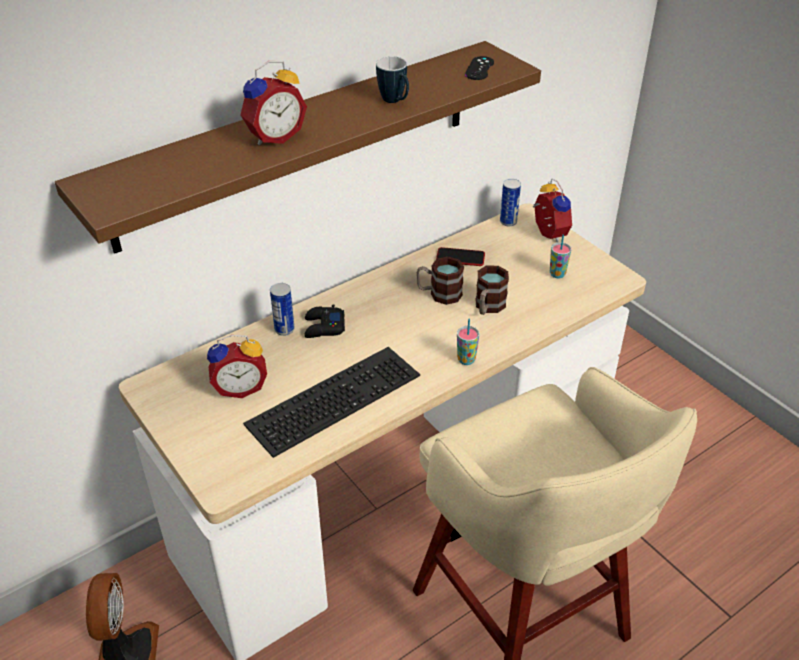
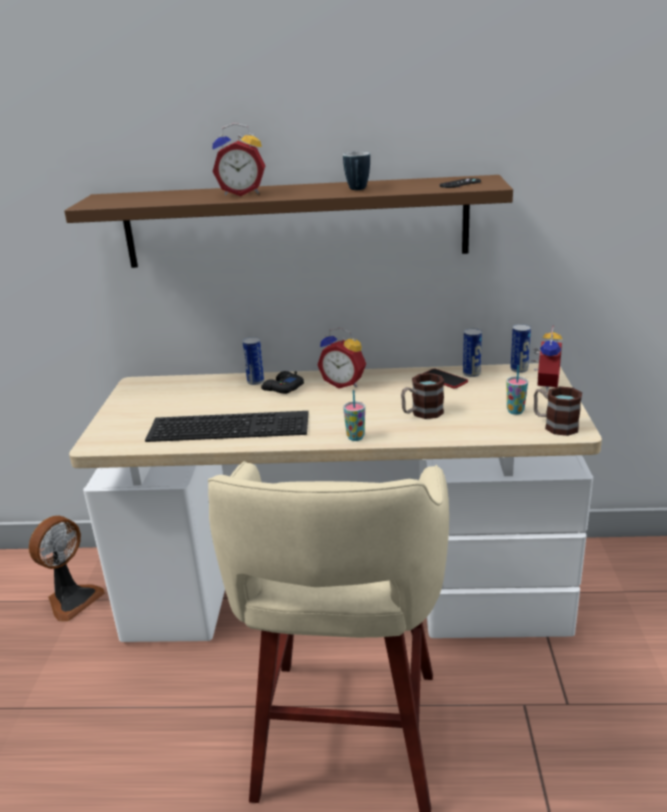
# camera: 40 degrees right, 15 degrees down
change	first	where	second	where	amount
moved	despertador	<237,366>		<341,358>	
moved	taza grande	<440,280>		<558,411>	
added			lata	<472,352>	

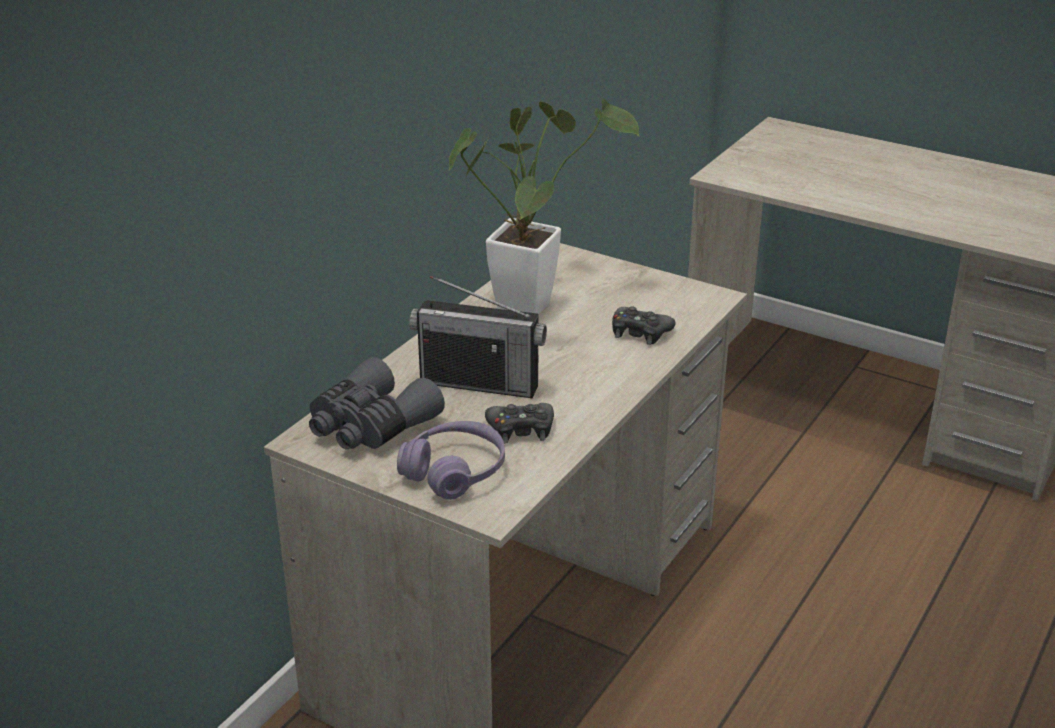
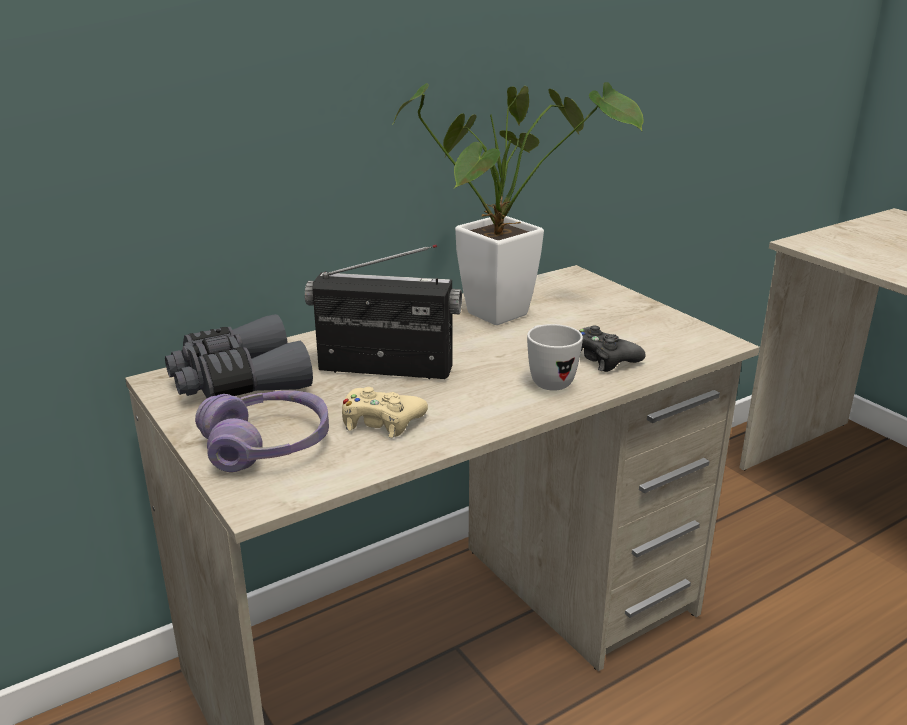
# camera: 25 degrees right, 5 degrees down
change	first	where	second	where	amount
turned	radio	<478,337>		<383,311>	150 degrees clockwise
recoloured	mando de consola [negro]	<519,423>	mando de consola [beis]	<385,412>	
added			taza grande [blanco]	<555,357>	

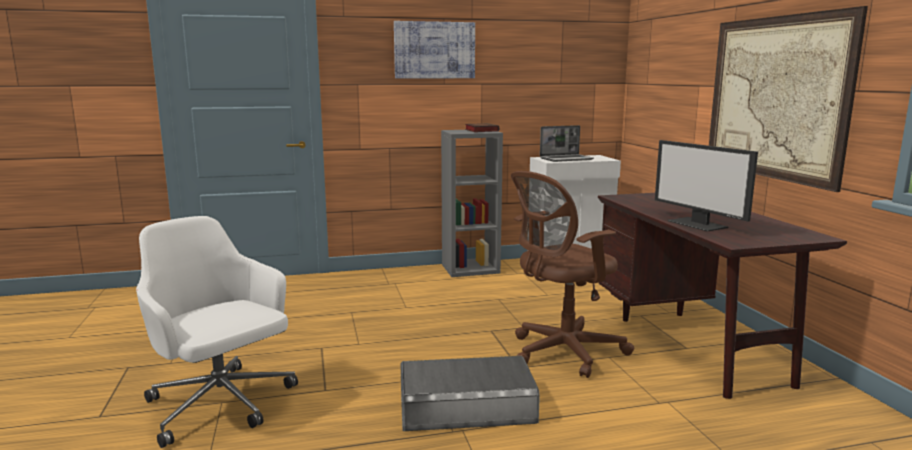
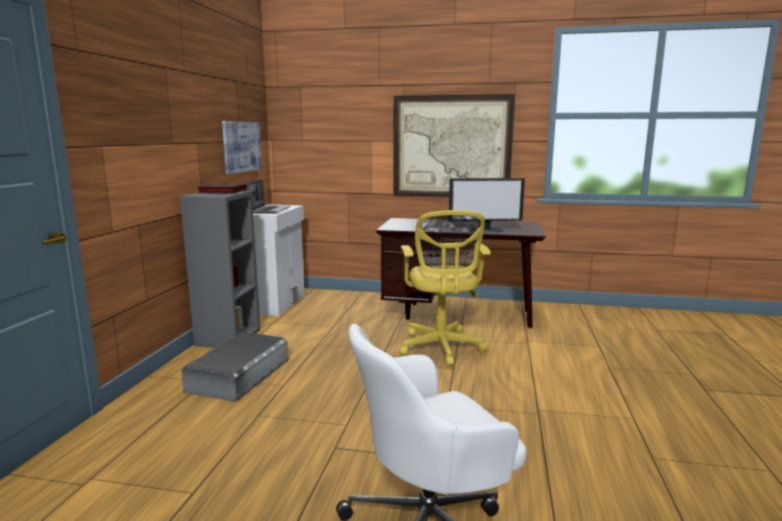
# camera: 65 degrees left, 0 degrees up
change	first	where	second	where	amount
moved	cuadro	<434,49>		<242,147>	
moved	caja de almacenaje [gris]	<470,393>		<234,367>	
recoloured	silla de oficina [marrón]	<572,274>	silla de oficina [amarillo]	<445,288>	

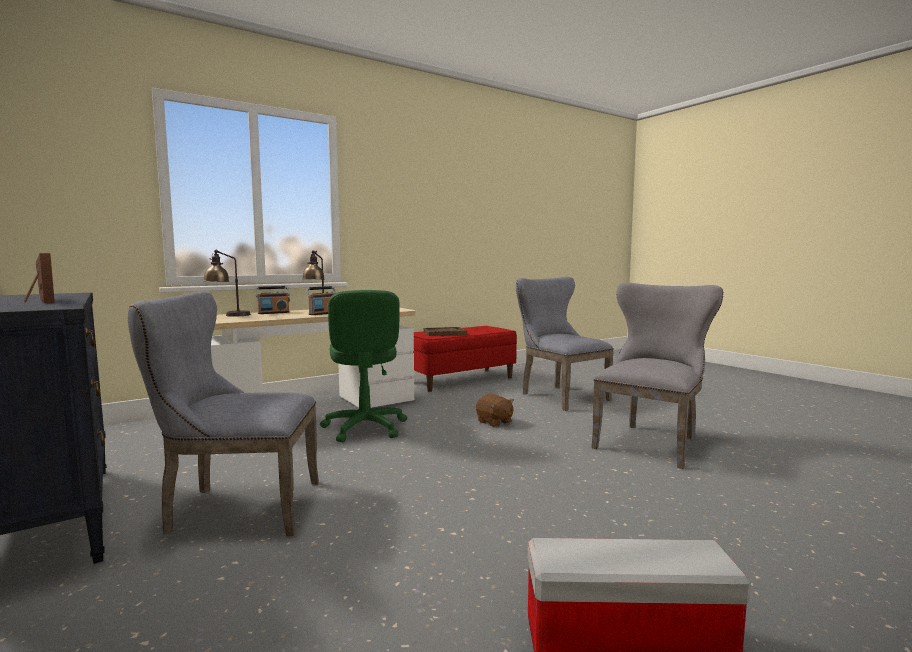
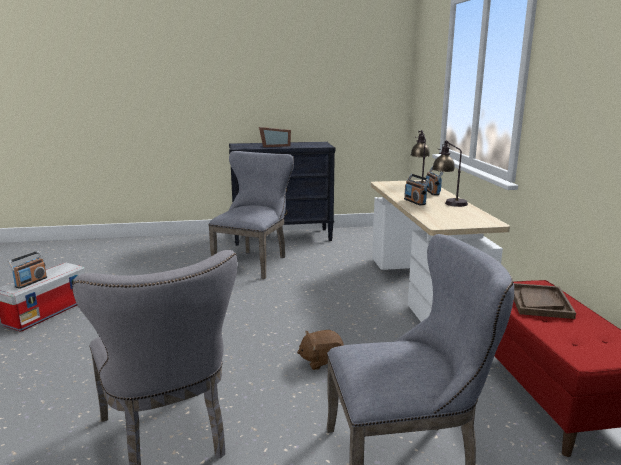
# camera: 115 degrees right, 10 degrees up
change	first	where	second	where	amount
removed	silla de oficina [verde]	<363,366>			
added			radio	<27,270>	

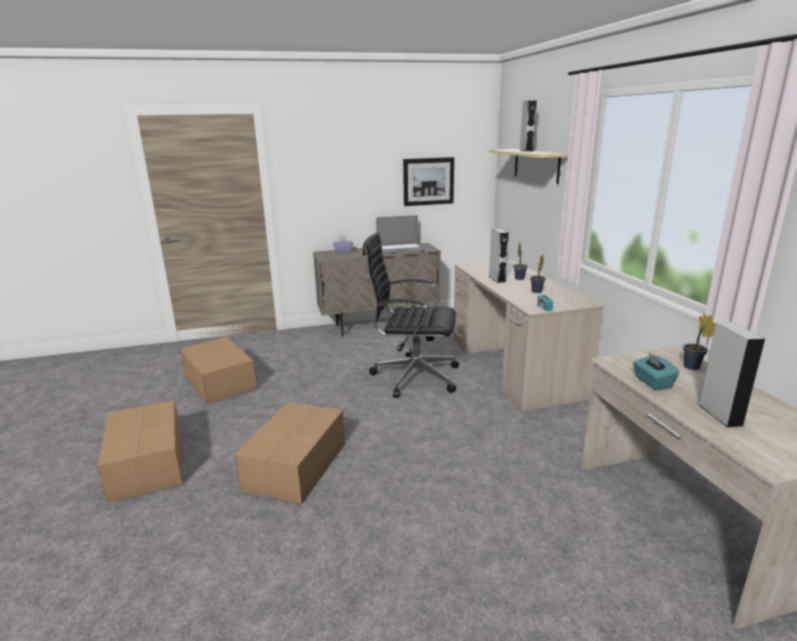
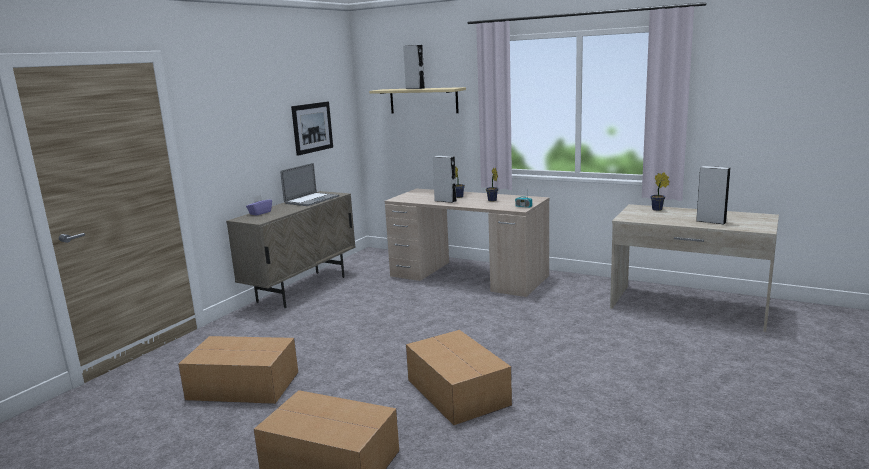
# camera: 45 degrees left, 5 degrees down
change	first	where	second	where	amount
removed	silla de oficina [negro]	<411,315>			
removed	caja de pañuelos [turquesa]	<656,371>			

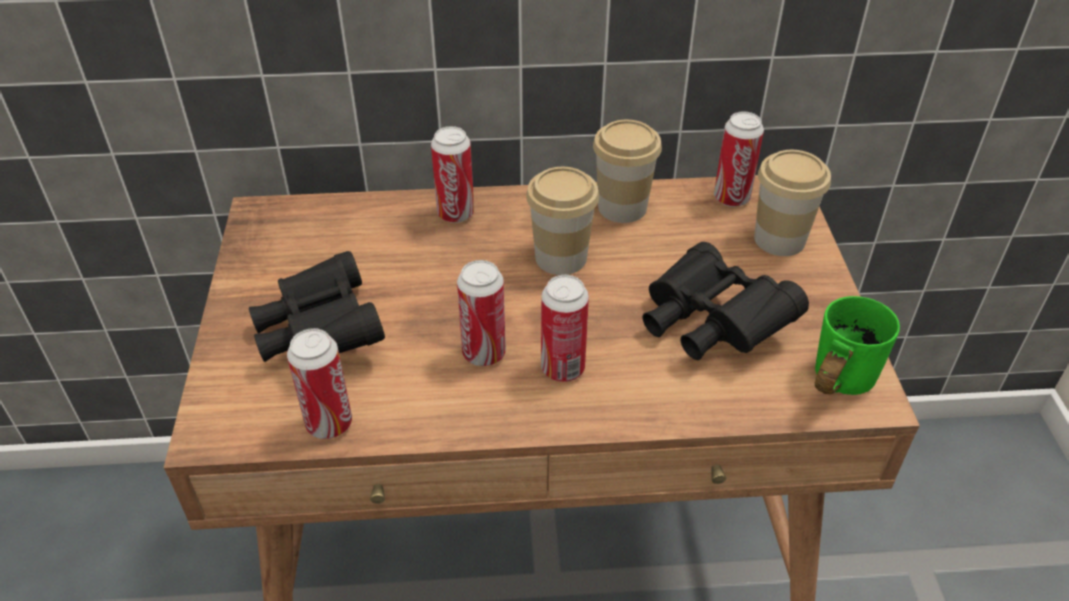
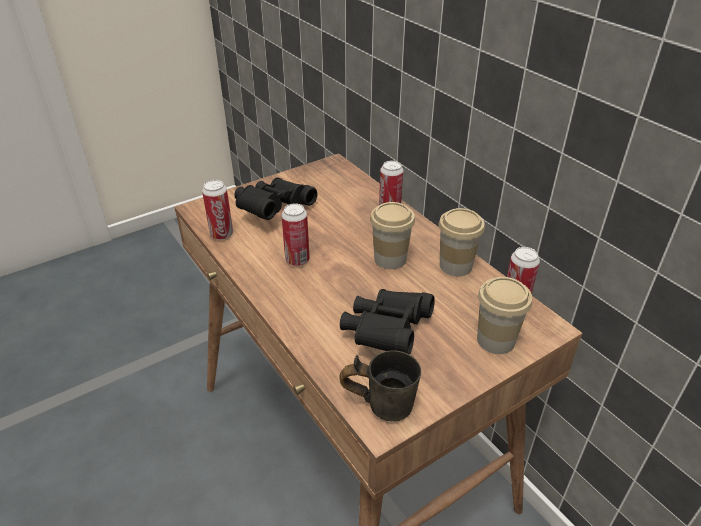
# camera: 60 degrees right, 5 degrees down
change	first	where	second	where	amount
removed	lata	<565,328>			
recoloured	taza grande [verde]	<857,345>	taza grande [gris]	<380,385>	

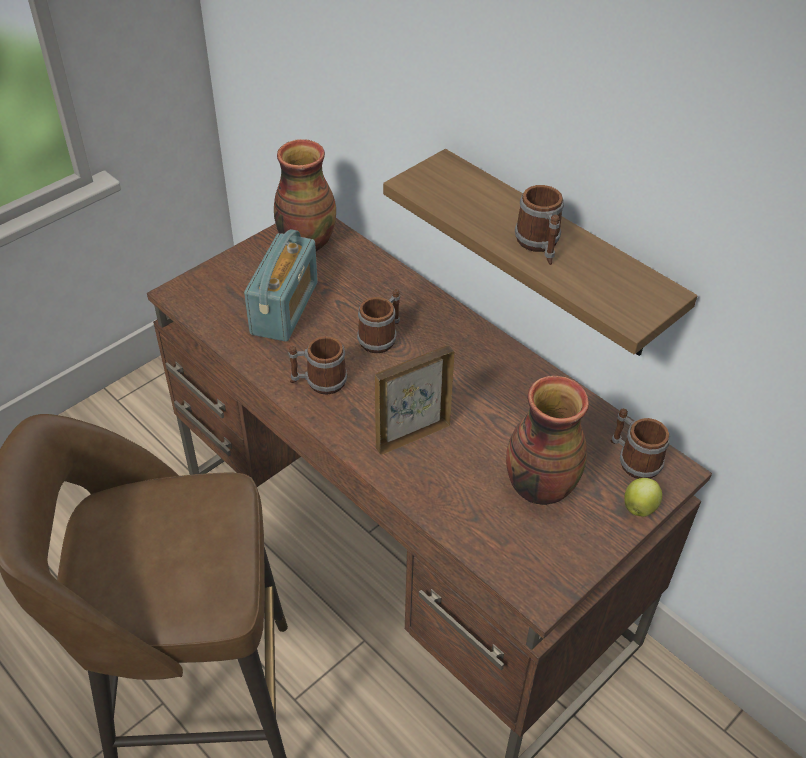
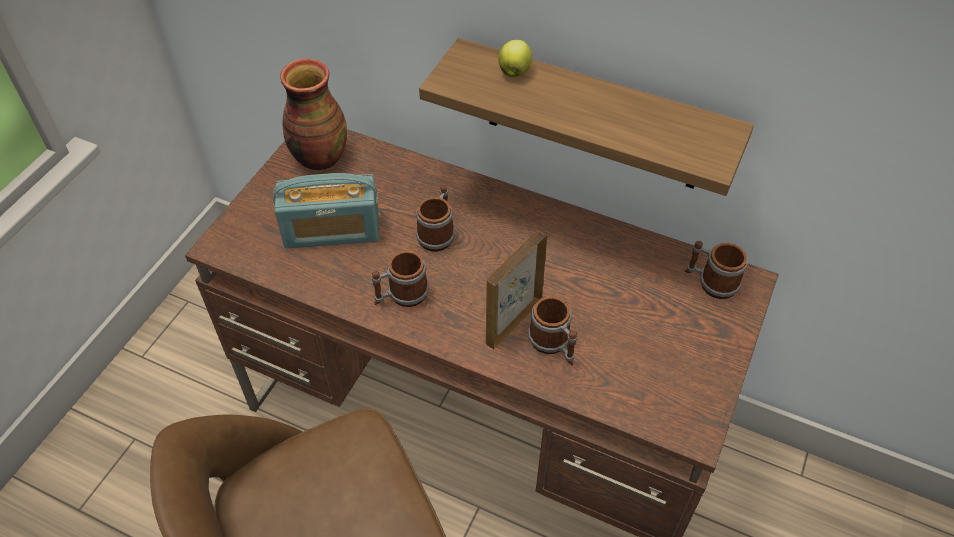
# camera: 20 degrees left, 5 degrees up
change	first	where	second	where	amount
turned	radio	<281,285>		<326,210>	90 degrees clockwise
removed	florero	<547,440>			
moved	taza grande	<539,225>		<552,330>	
moved	manzana	<643,497>		<515,58>	

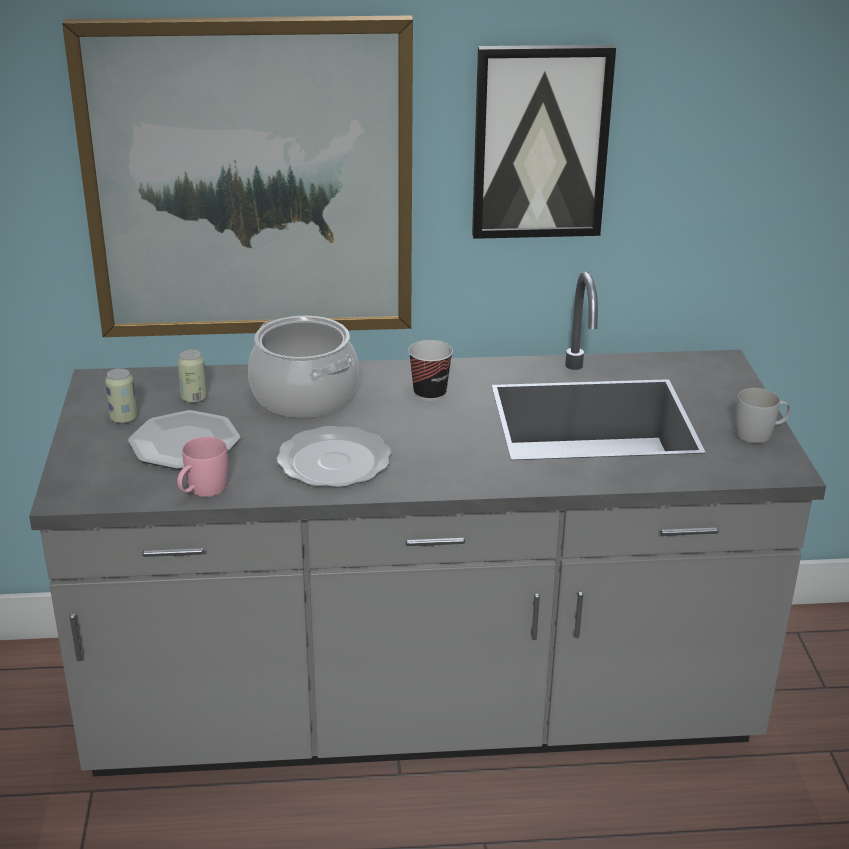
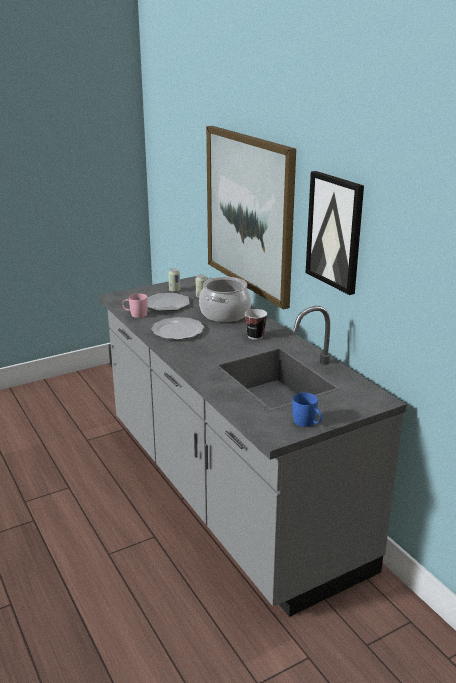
# camera: 65 degrees right, 5 degrees down
change	first	where	second	where	amount
recoloured	taza grande [blanco]	<763,415>	taza grande [azul]	<307,410>	

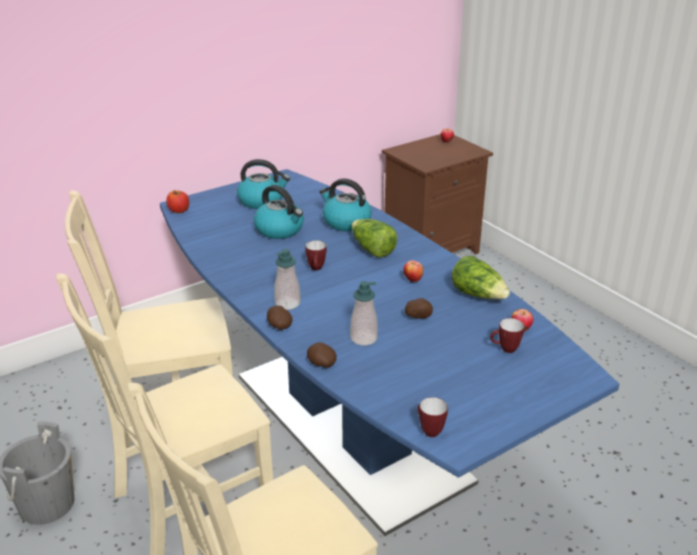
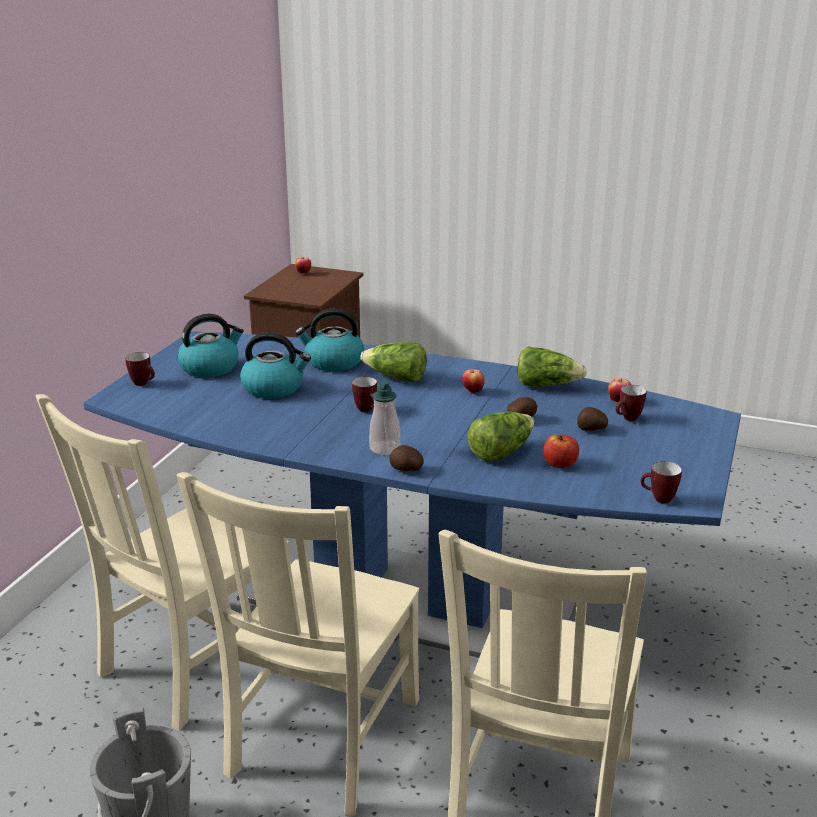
# camera: 35 degrees left, 5 degrees down
change	first	where	second	where	amount
moved	manzana	<177,201>		<561,451>	
moved	patata	<322,355>		<592,419>	
replaced	dispensador de jabón	<364,313>	lechuga	<501,437>	
added			taza grande	<140,369>	

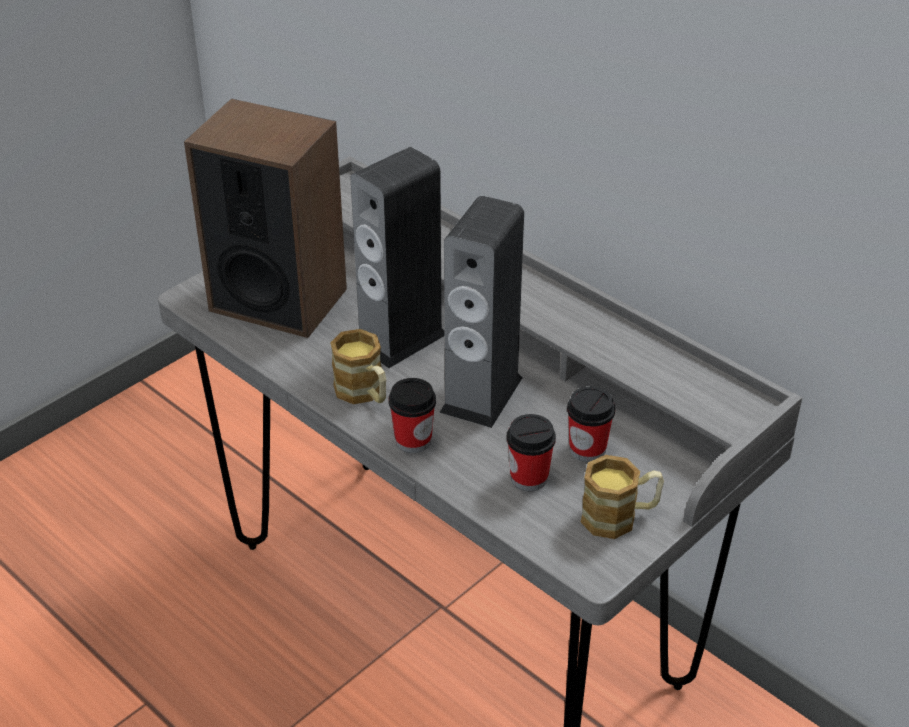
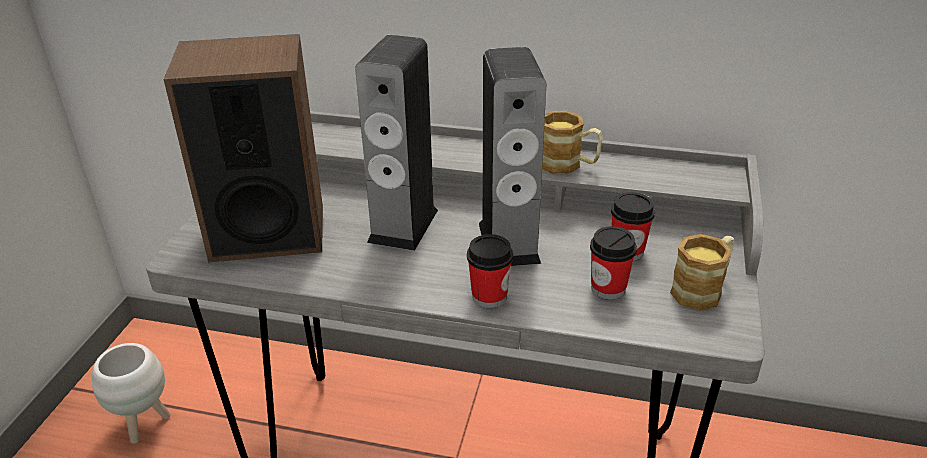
# camera: 30 degrees left, 5 degrees down
change	first	where	second	where	amount
moved	taza grande	<358,366>		<572,142>	
added			maceta [blanco]	<131,393>	

